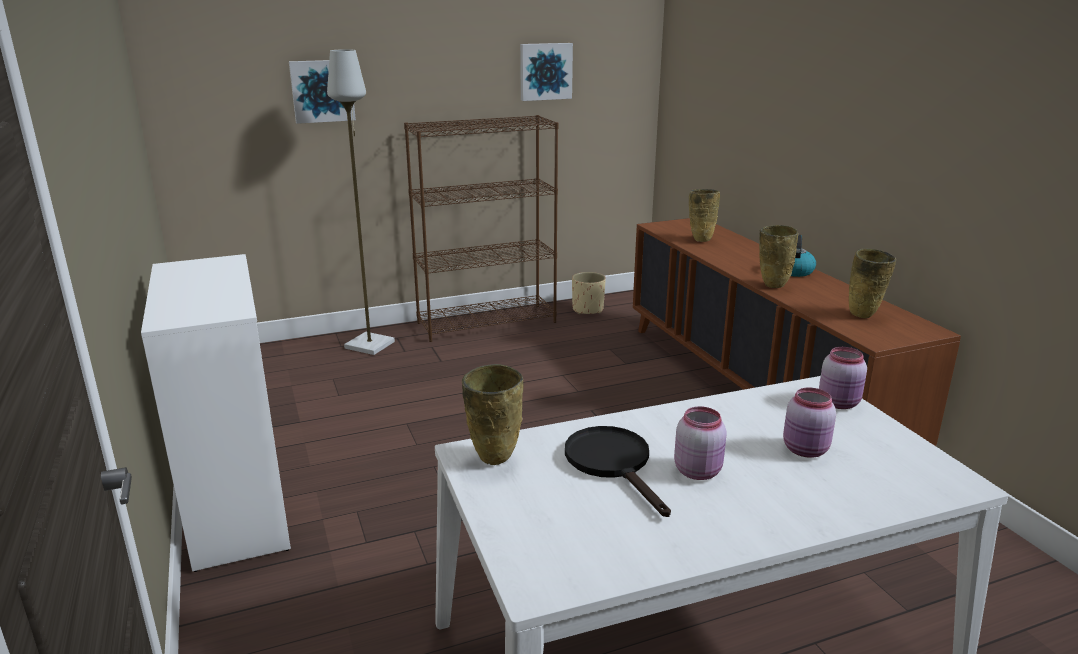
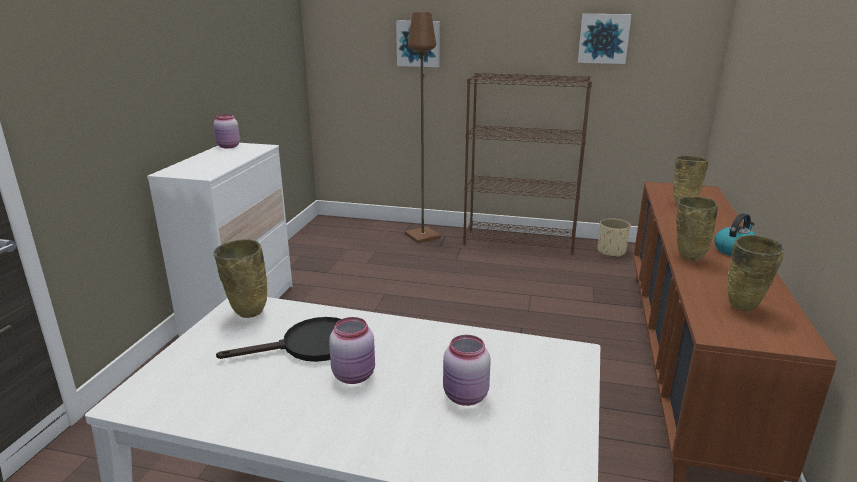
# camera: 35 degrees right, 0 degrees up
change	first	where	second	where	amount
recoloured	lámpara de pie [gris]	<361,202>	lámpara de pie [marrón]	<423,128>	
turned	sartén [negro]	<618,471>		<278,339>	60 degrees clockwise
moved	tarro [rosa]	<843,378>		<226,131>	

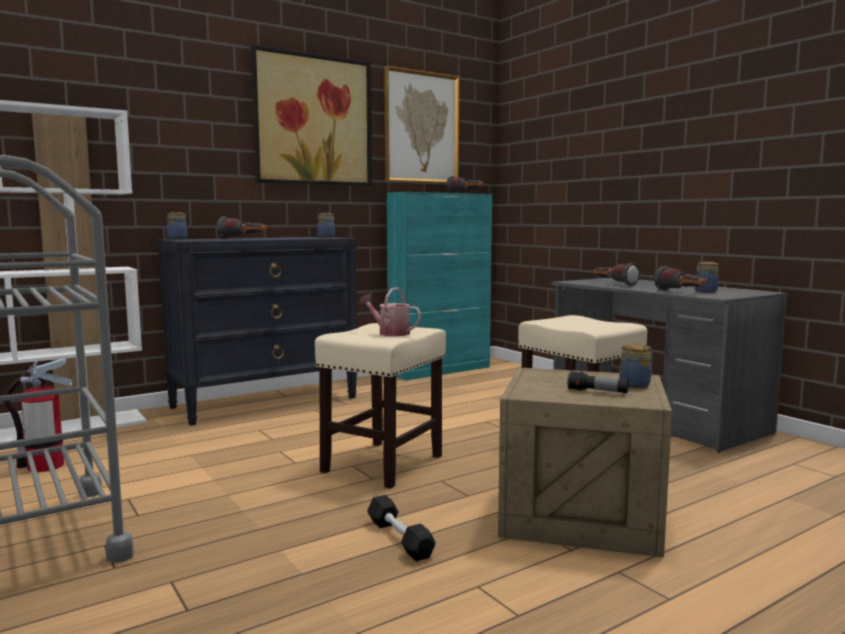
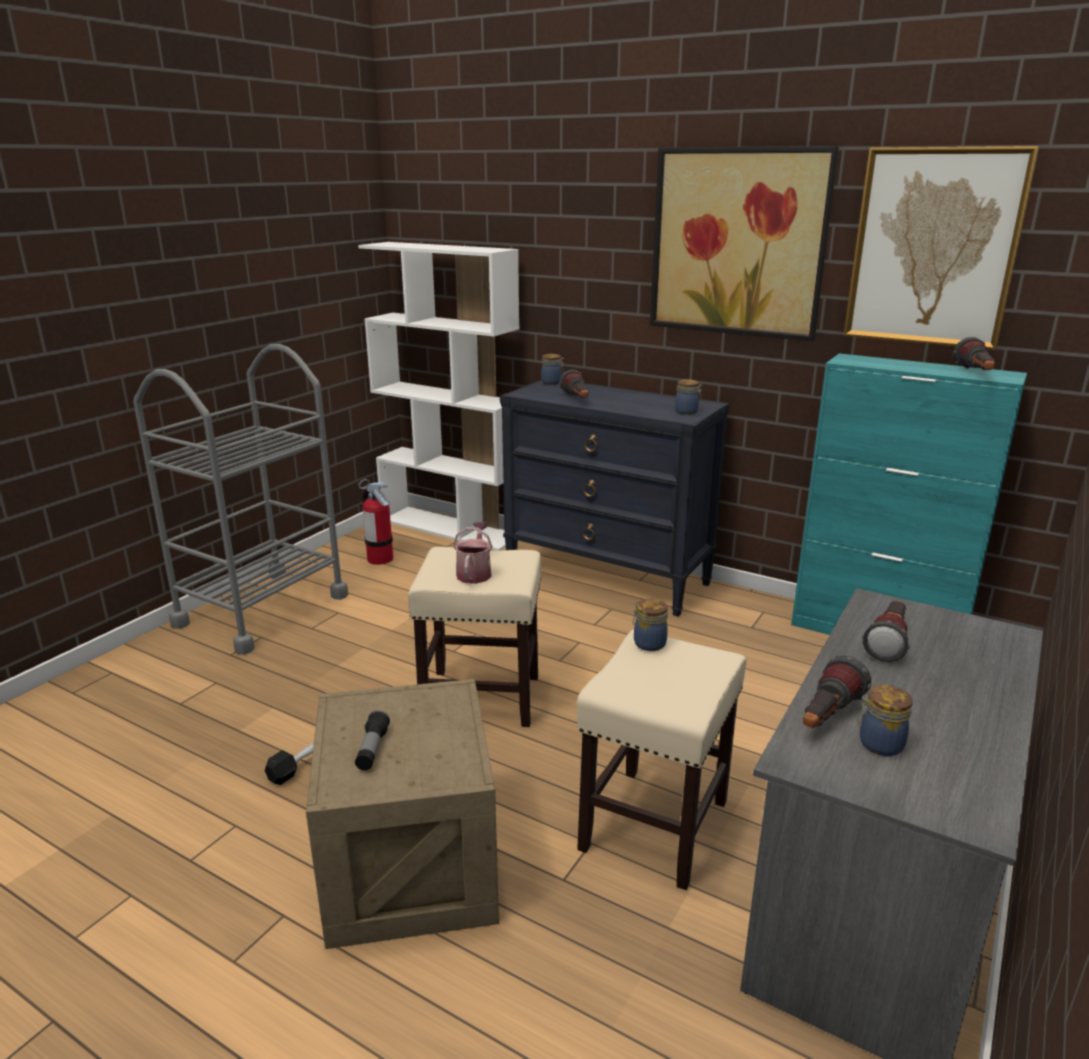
# camera: 65 degrees right, 15 degrees up
change	first	where	second	where	amount
moved	tarro	<635,366>		<650,625>	

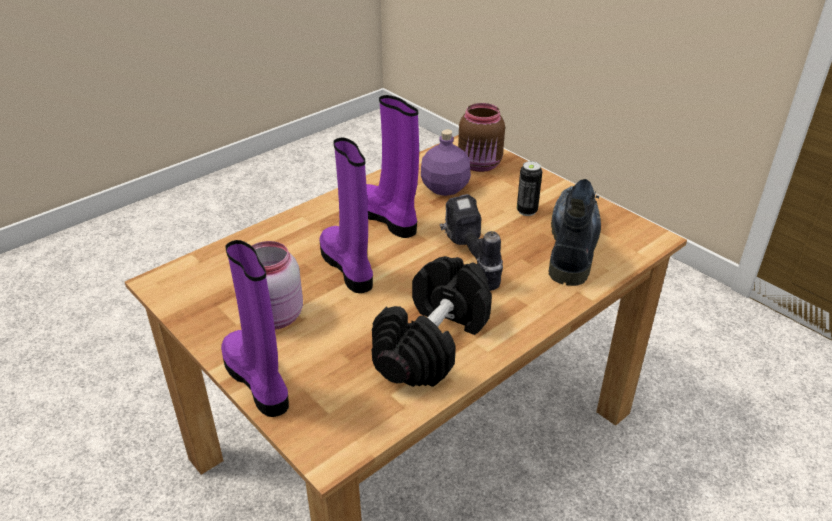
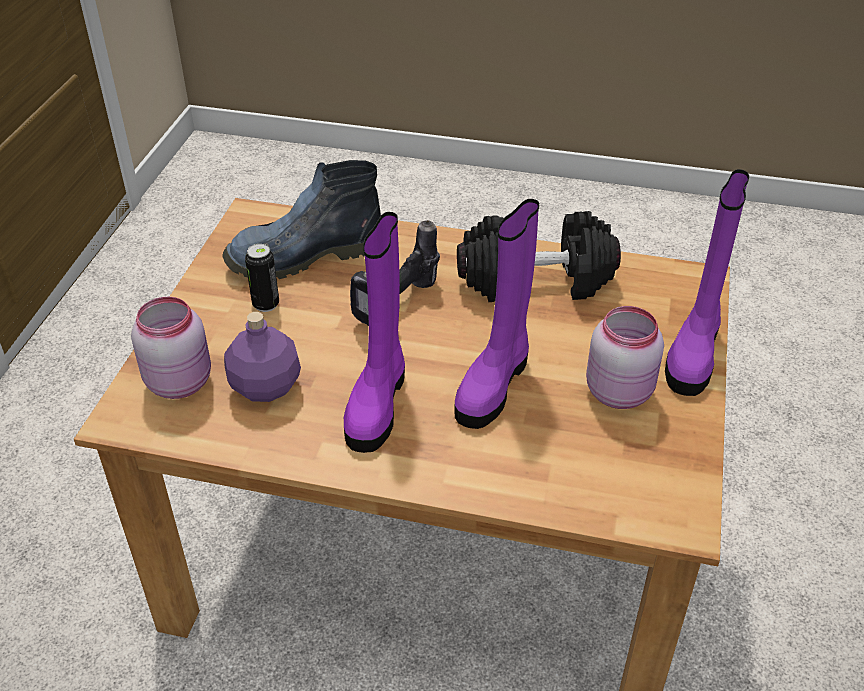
# camera: 125 degrees left, 5 degrees up
change	first	where	second	where	amount
recoloured	tarro [marrón]	<481,137>	tarro [rosa]	<171,348>	

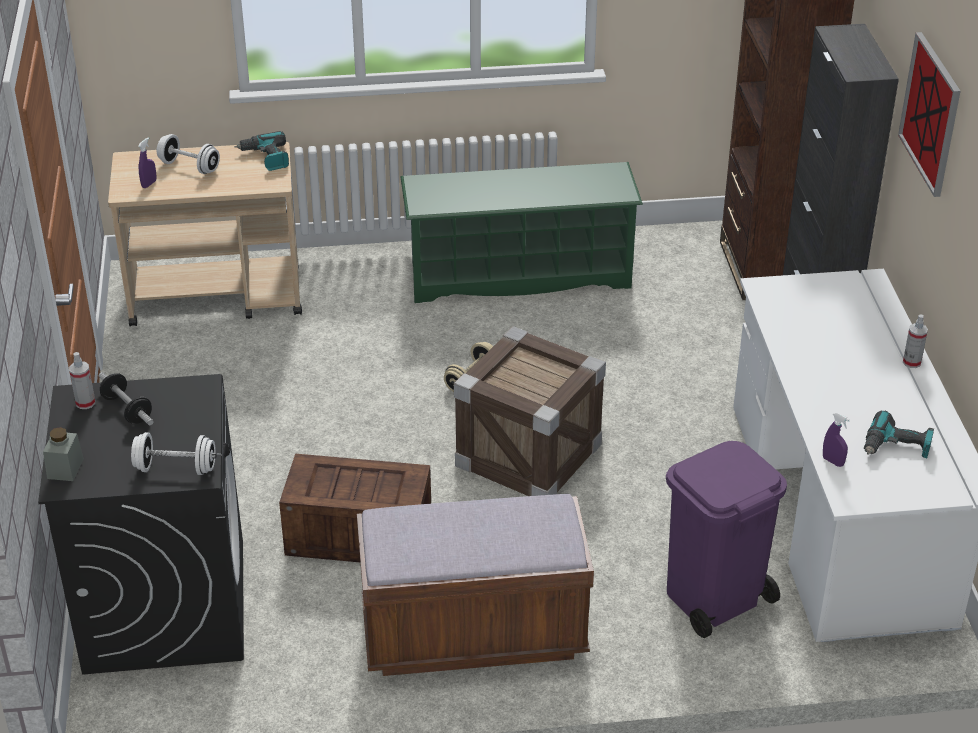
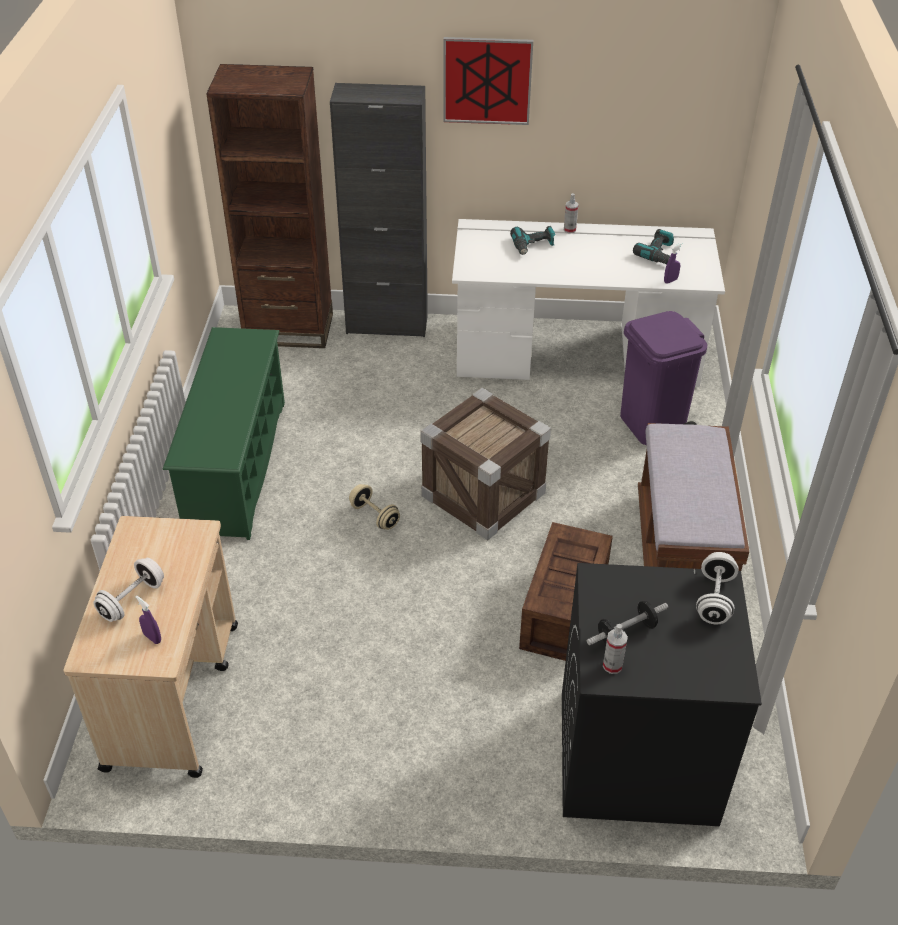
# camera: 80 degrees left, 5 degrees up
change	first	where	second	where	amount
removed	tarro [gris]	<63,454>			
moved	taladro	<261,151>		<533,240>	

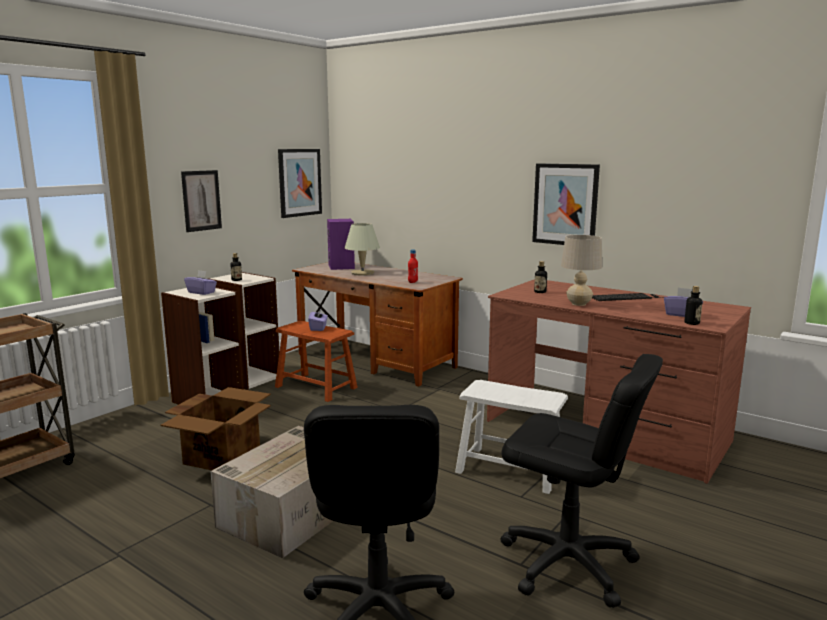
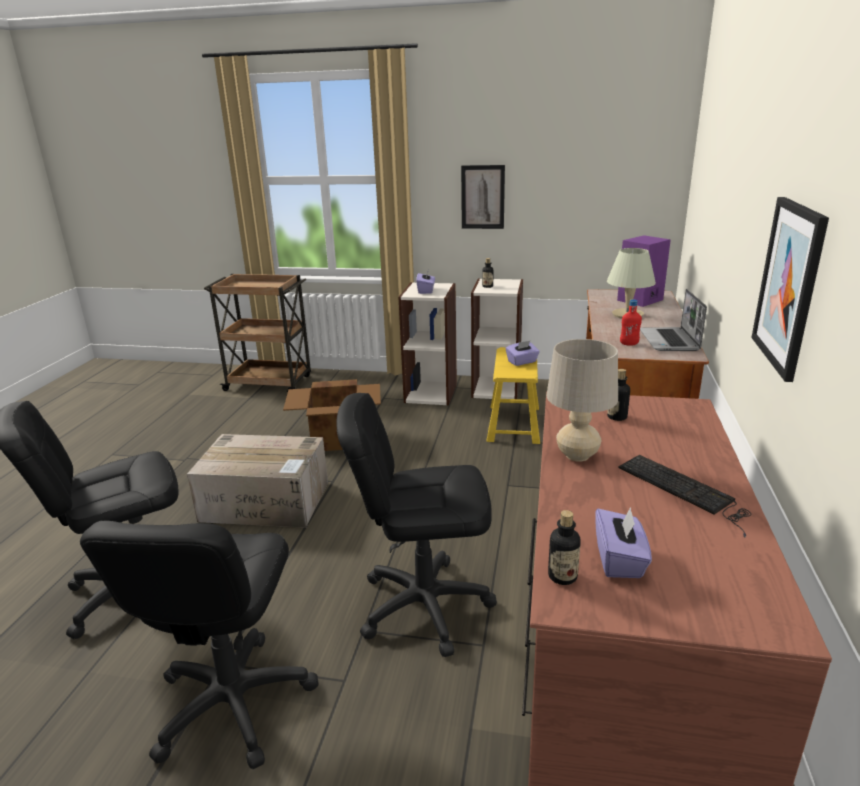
# camera: 65 degrees right, 10 degrees up
change	first	where	second	where	amount
recoloured	taburete [marrón]	<316,361>	taburete [amarillo]	<513,395>	
removed	cuadro	<300,183>			
replaced	taburete [blanco]	<511,437>	silla de oficina [negro]	<416,525>	
added			portátil	<673,320>	

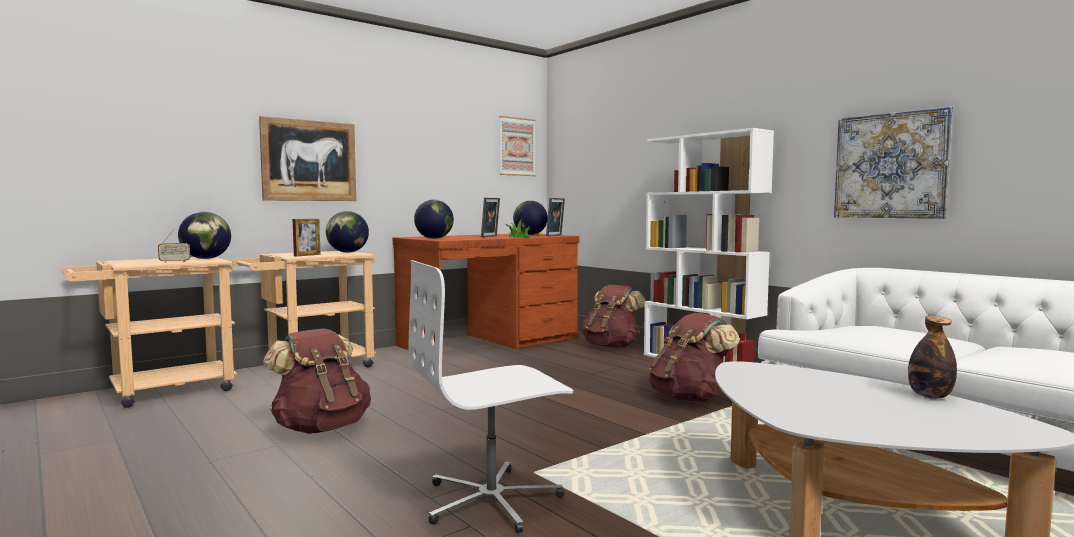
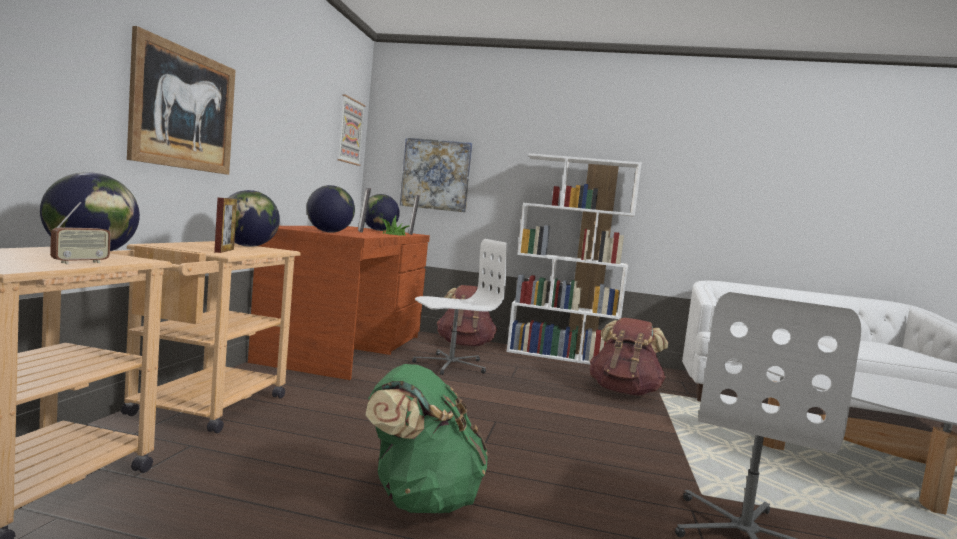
# camera: 40 degrees left, 0 degrees up
change	first	where	second	where	amount
recoloured	mochila [marrón]	<317,381>	mochila [verde]	<427,438>	
moved	cuadro	<893,162>		<436,175>	
removed	botella	<932,357>			
added			silla de oficina [blanco]	<459,307>	

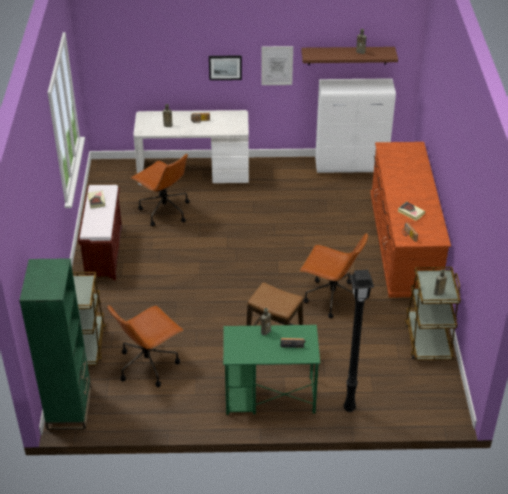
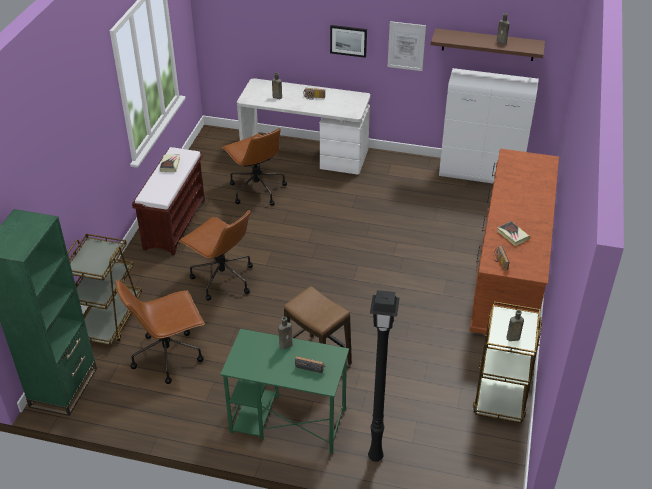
# camera: 15 degrees right, 0 degrees up
change	first	where	second	where	amount
moved	silla de oficina [marrón]	<334,275>		<216,255>	

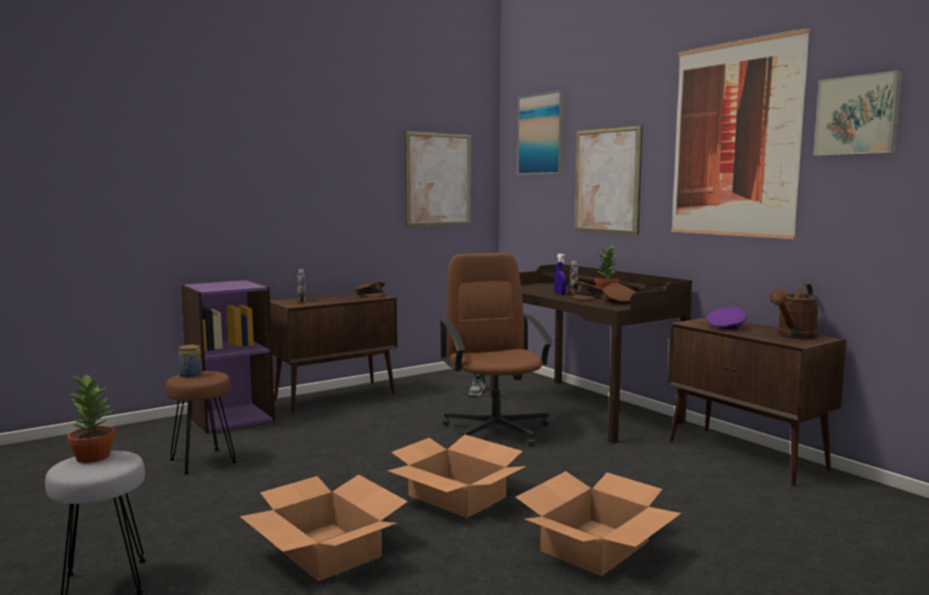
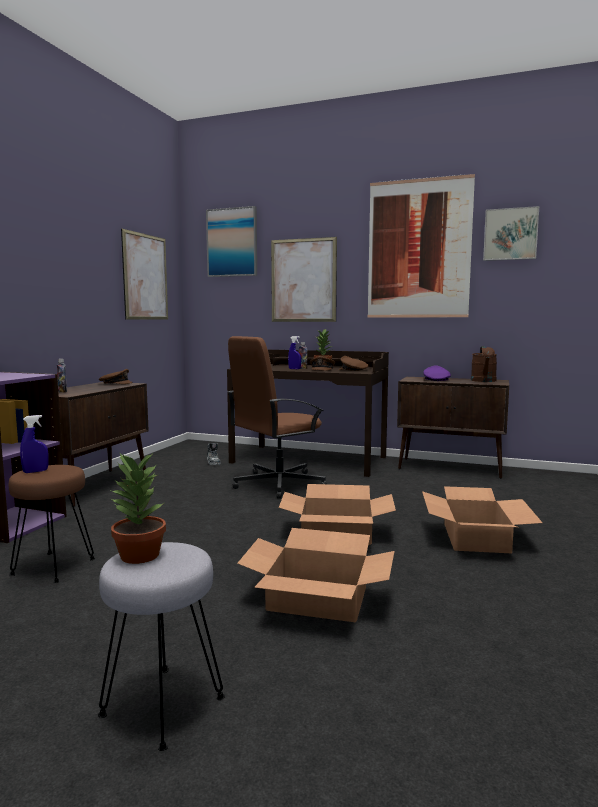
# camera: 35 degrees left, 0 degrees up
change	first	where	second	where	amount
replaced	tarro	<190,361>	pulverizador [azul]	<34,444>	
turned	silla de oficina [marrón]	<496,349>		<277,417>	75 degrees counterclockwise

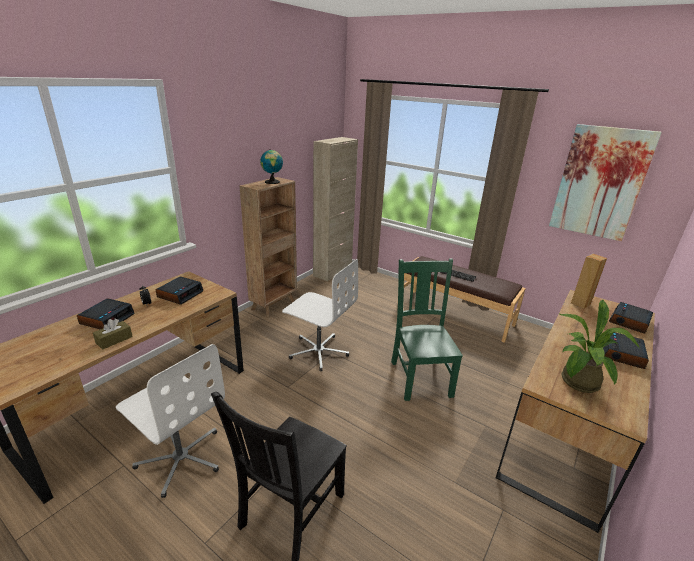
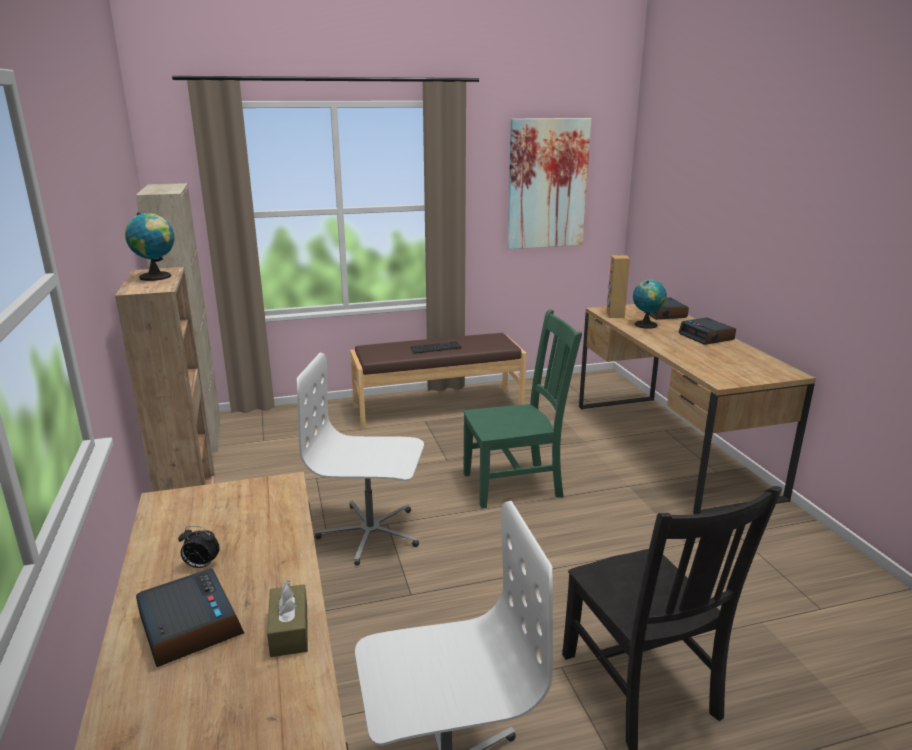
# camera: 50 degrees left, 5 degrees down
change	first	where	second	where	amount
removed	despertador	<179,290>			
turned	silla de oficina [blanco]	<320,315>		<360,459>	150 degrees counterclockwise
turned	silla [verde]	<427,329>		<522,408>	135 degrees clockwise
removed	planta en maceta	<599,346>			
added			globo terráqueo	<650,304>	

